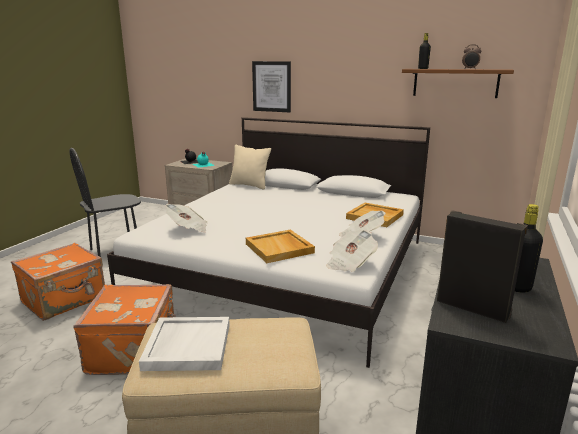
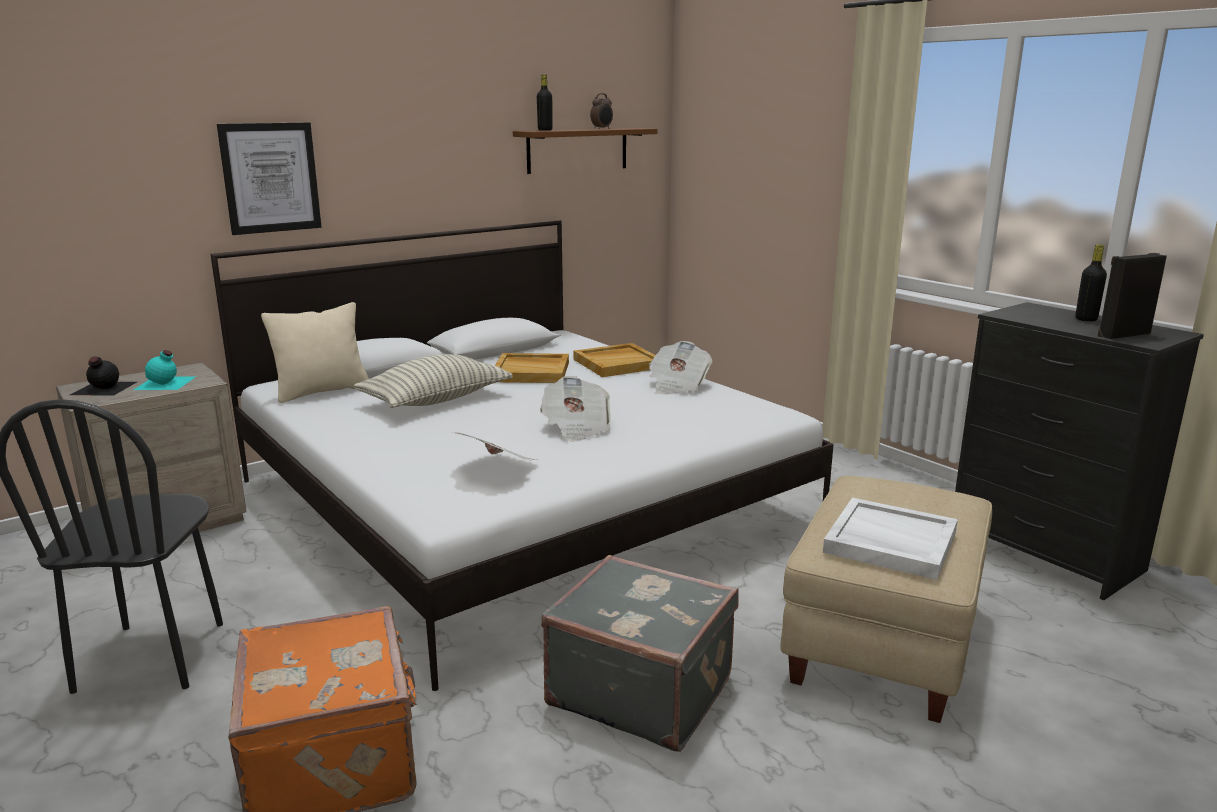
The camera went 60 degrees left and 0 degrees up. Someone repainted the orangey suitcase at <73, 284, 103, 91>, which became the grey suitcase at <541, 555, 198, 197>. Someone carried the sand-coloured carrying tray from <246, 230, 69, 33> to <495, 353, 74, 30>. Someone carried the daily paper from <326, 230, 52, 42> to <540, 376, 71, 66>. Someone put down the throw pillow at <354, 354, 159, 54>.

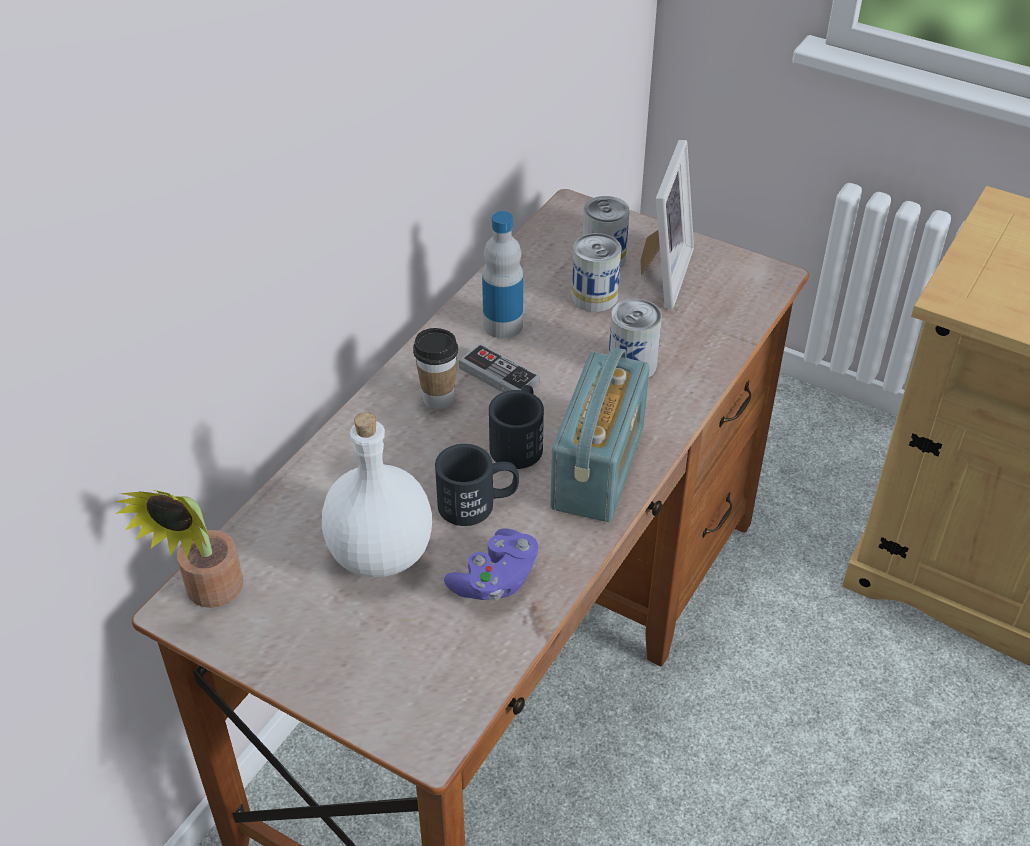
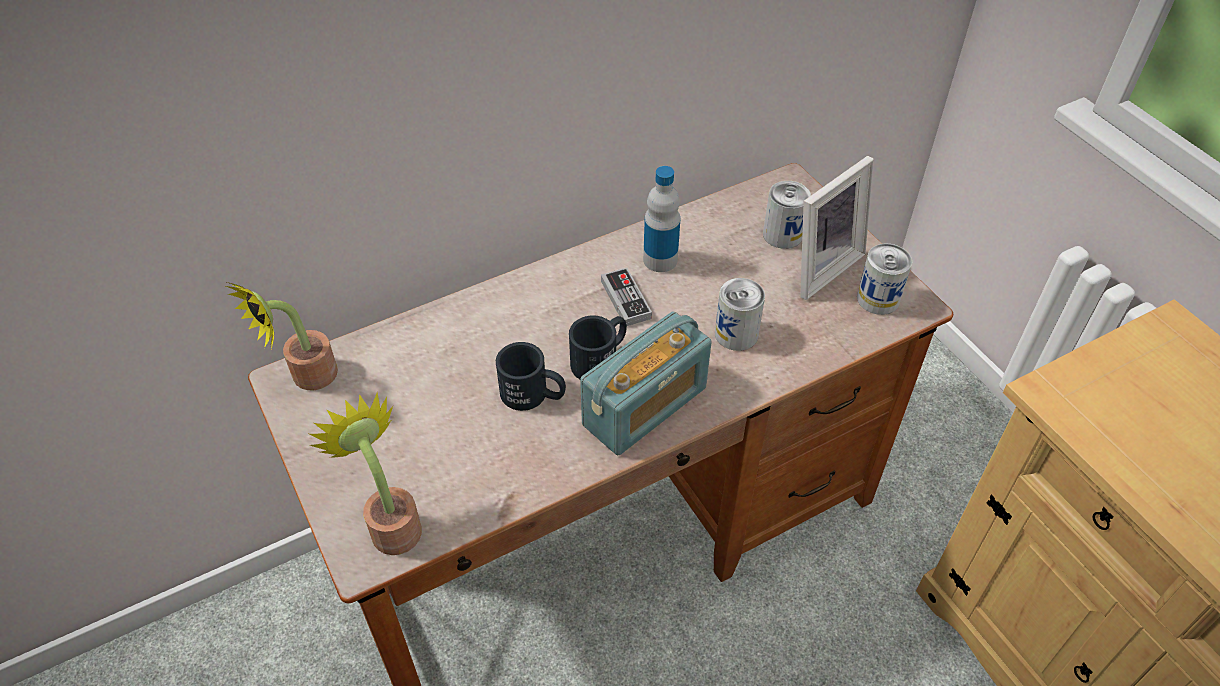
The camera went 30 degrees right and 5 degrees up. Someone took away the white bottle at <322, 412, 110, 165>. Someone took away the cup at <413, 328, 45, 81>. Someone took away the purple-coloured joypad at <444, 528, 94, 73>. Someone carried the sealed can from <572, 233, 49, 79> to <857, 244, 55, 71>. Someone put down the houseplant at <310, 393, 112, 162>.

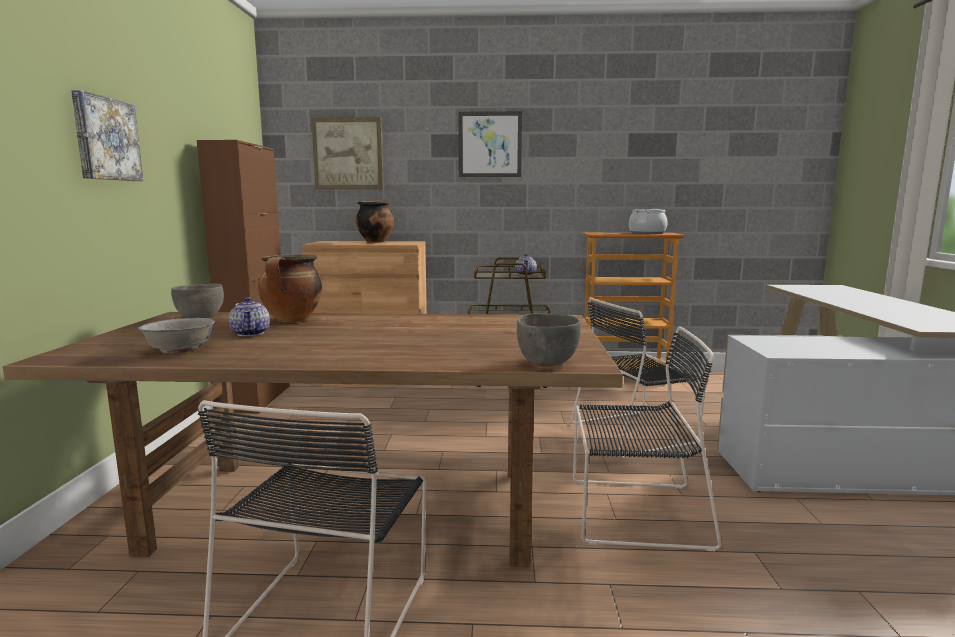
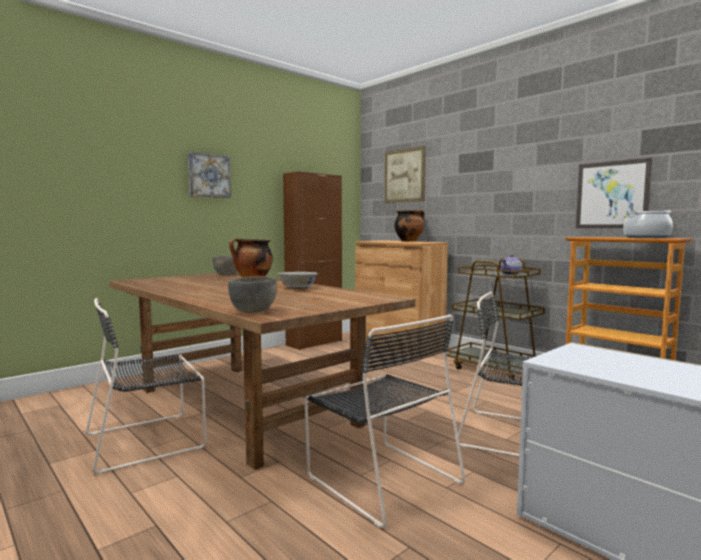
The camera went 45 degrees right and 5 degrees down. Someone carried the white deep dish from <138, 318, 77, 35> to <278, 272, 40, 18>. Someone took away the tea pot at <229, 297, 41, 39>. Someone carried the picture from <459, 111, 63, 66> to <576, 158, 76, 70>.

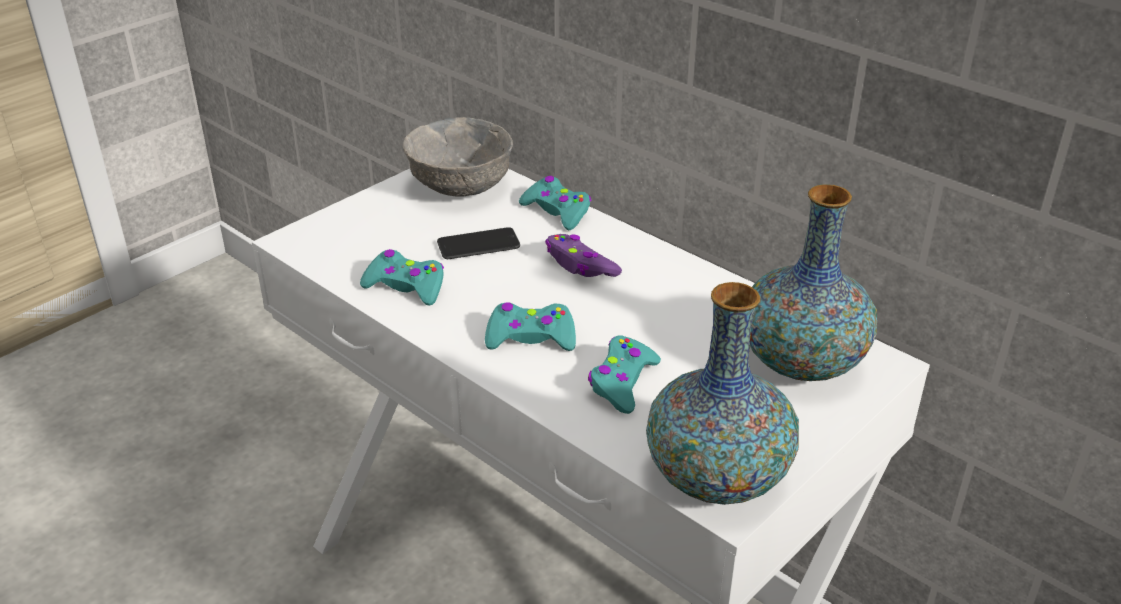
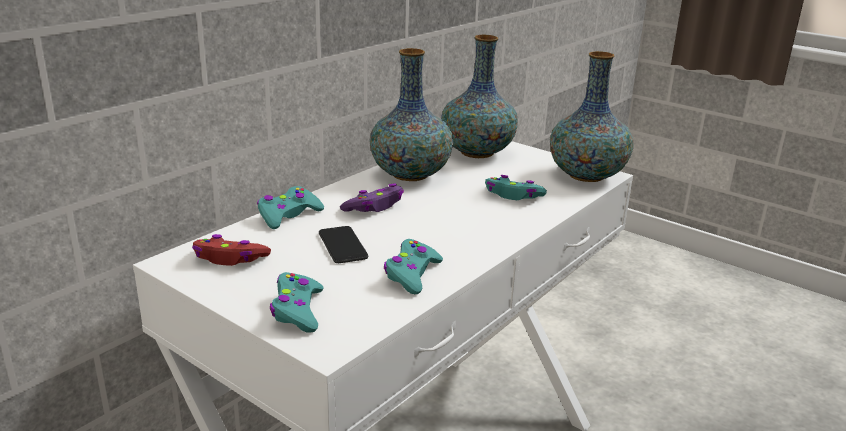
The camera went 95 degrees left and 10 degrees down. Someone swapped the grey deep dish at <403, 117, 110, 80> for the reddish joypad at <192, 234, 79, 32>. Someone carried the turquoise-coloured joypad from <485, 303, 91, 48> to <270, 272, 54, 61>. Someone put down the decorative vase at <369, 48, 84, 133>.

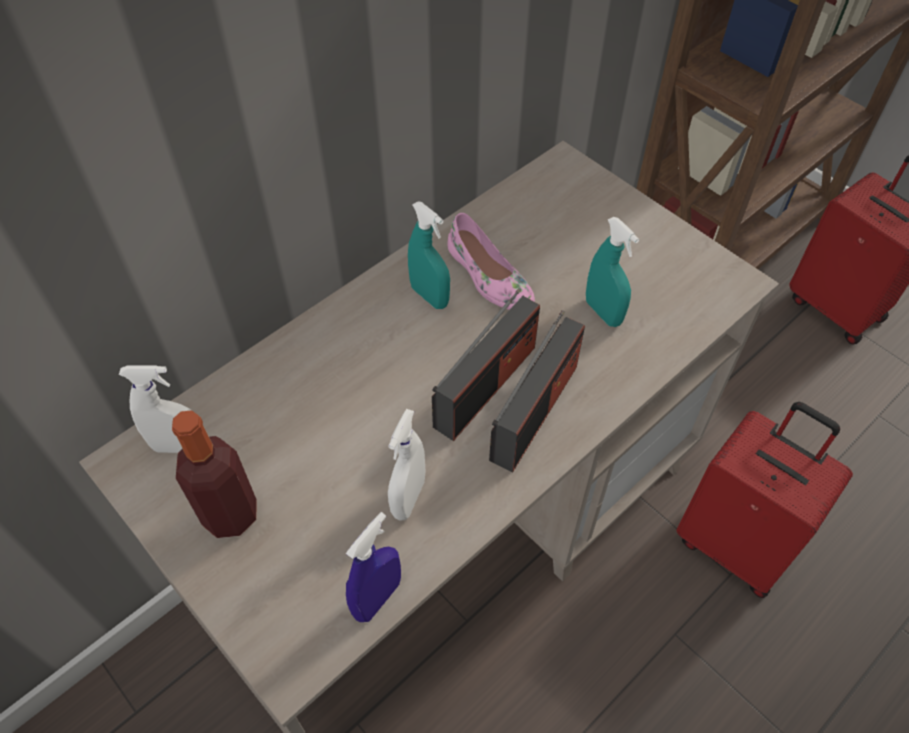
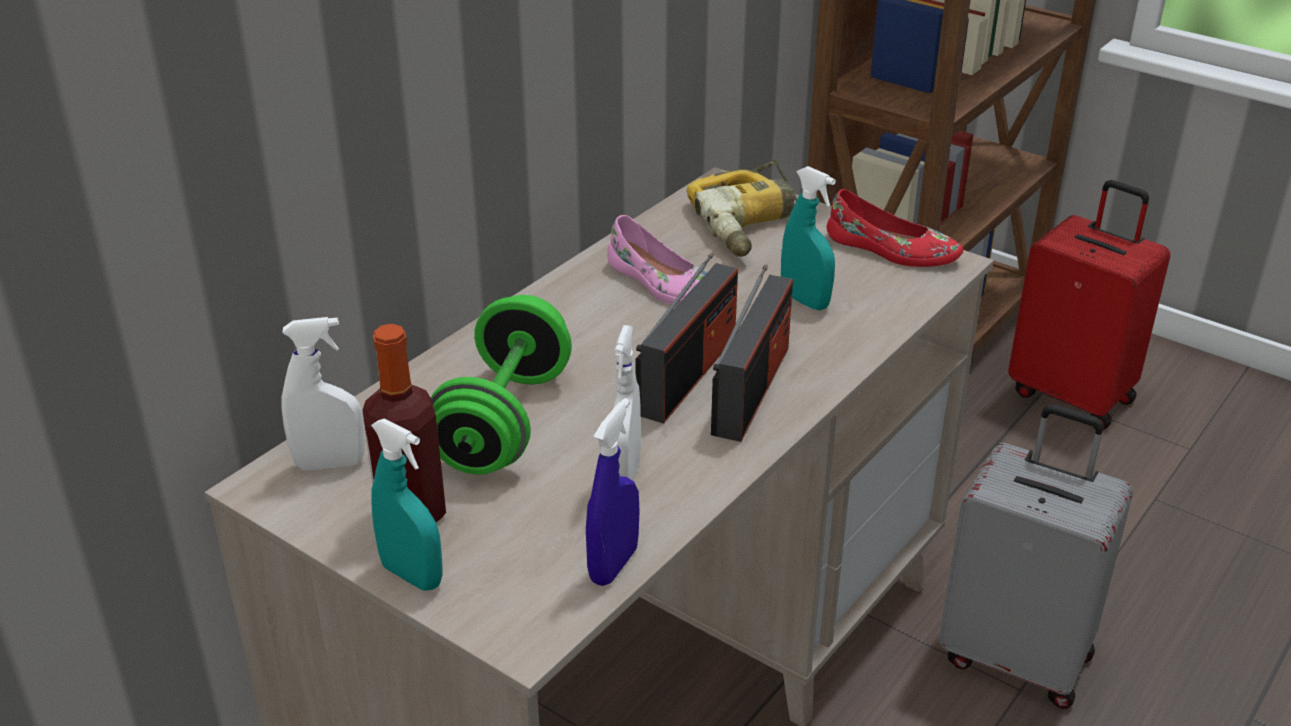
The camera went 10 degrees left and 20 degrees down. Someone carried the turquoise-coloured sprayer from <408, 201, 42, 108> to <371, 418, 71, 173>. Someone repainted the reddish suitcase at <677, 402, 176, 196>, which became the grey suitcase at <938, 404, 195, 305>. Someone put down the greenish dumbbell at <431, 295, 141, 180>. Someone put down the electric drill at <687, 159, 110, 98>. Someone put down the reddish low shoe at <827, 189, 136, 78>.

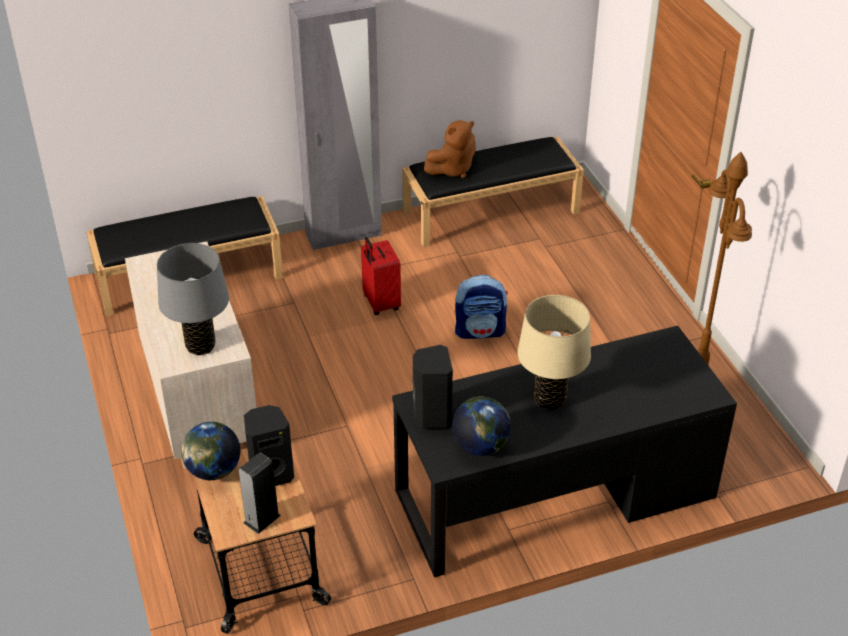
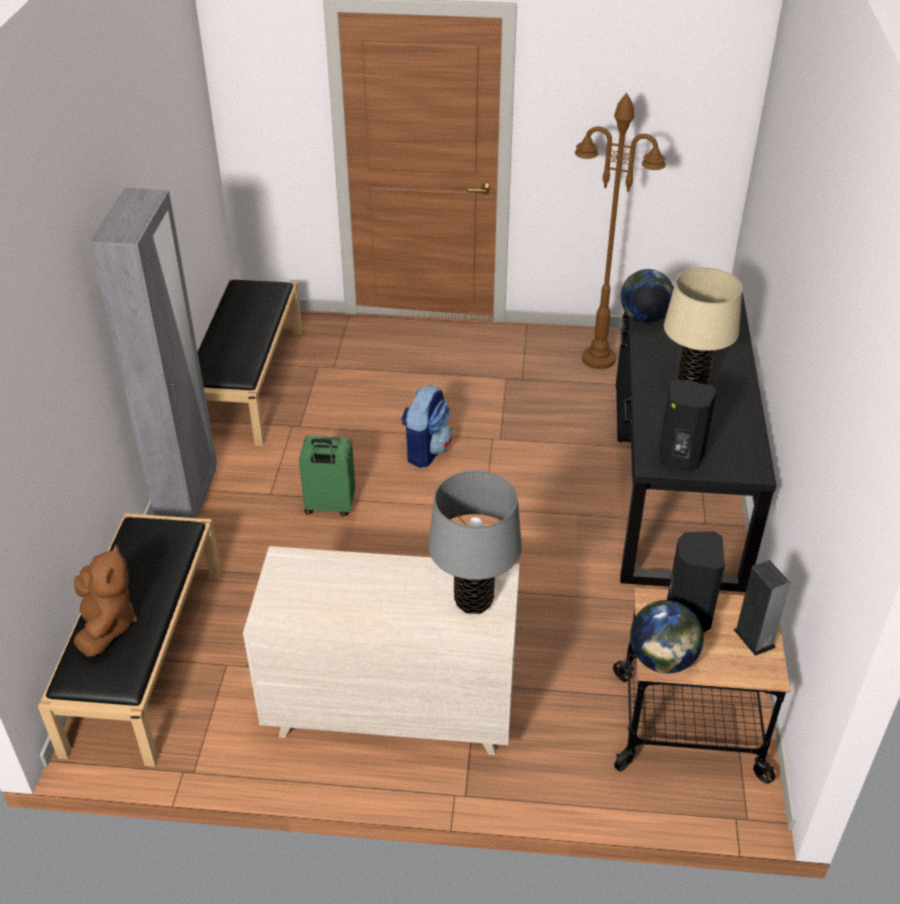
The camera went 65 degrees left and 0 degrees up. Someone repainted the reddish suitcase at <361, 237, 40, 78>, which became the greenish suitcase at <299, 436, 56, 81>. Someone carried the brownish cuddly toy from <424, 120, 52, 58> to <74, 544, 63, 113>. Someone carried the desk globe from <452, 396, 59, 60> to <621, 269, 52, 54>.

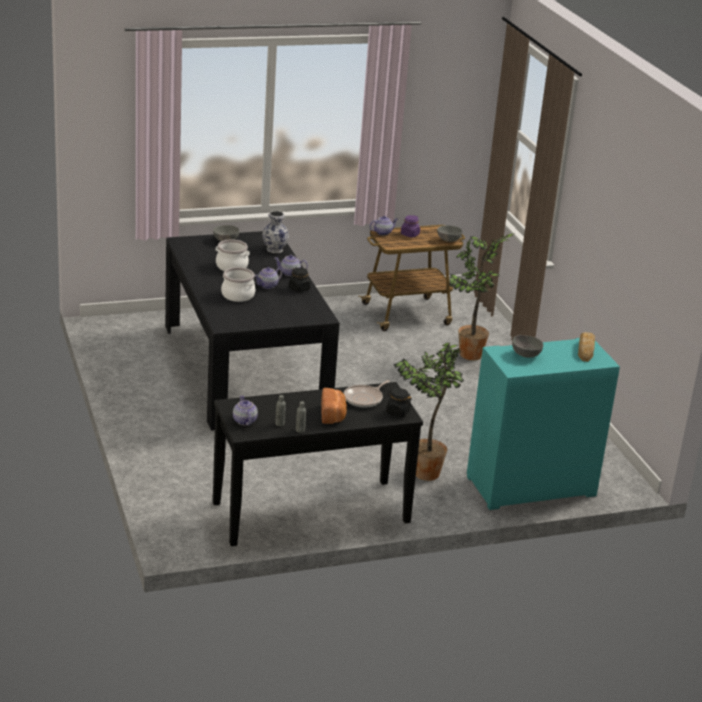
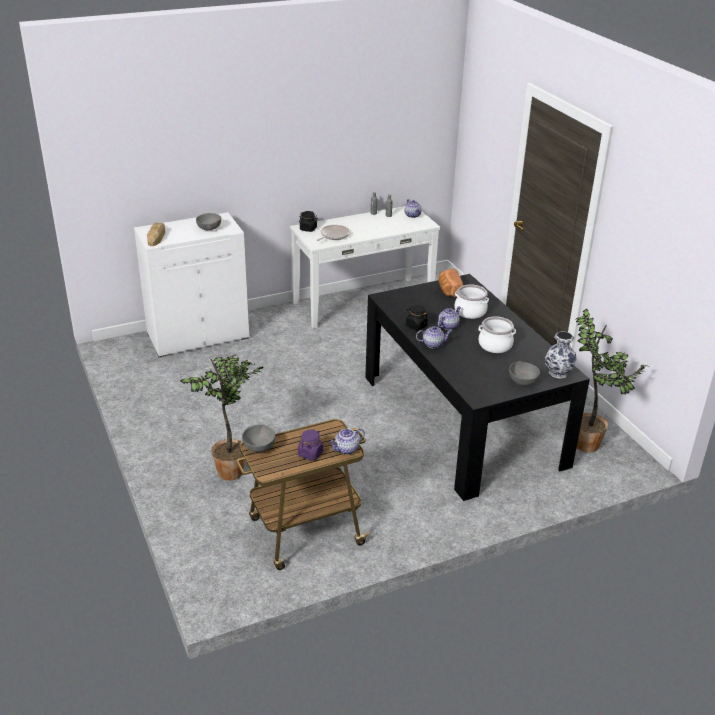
The camera went 175 degrees right and 5 degrees up. Someone repainted the black narrow table at <213, 382, 210, 164>, which became the white narrow table at <290, 206, 150, 123>. Someone carried the decorative vase from <262, 211, 27, 42> to <545, 331, 32, 48>. Someone carried the bread from <321, 388, 26, 36> to <438, 269, 25, 28>. Someone carried the houseplant from <394, 343, 70, 138> to <575, 309, 72, 144>. Someone repainted the turquoise-coloured cabinet at <467, 338, 153, 172>, which became the white cabinet at <134, 212, 115, 145>.

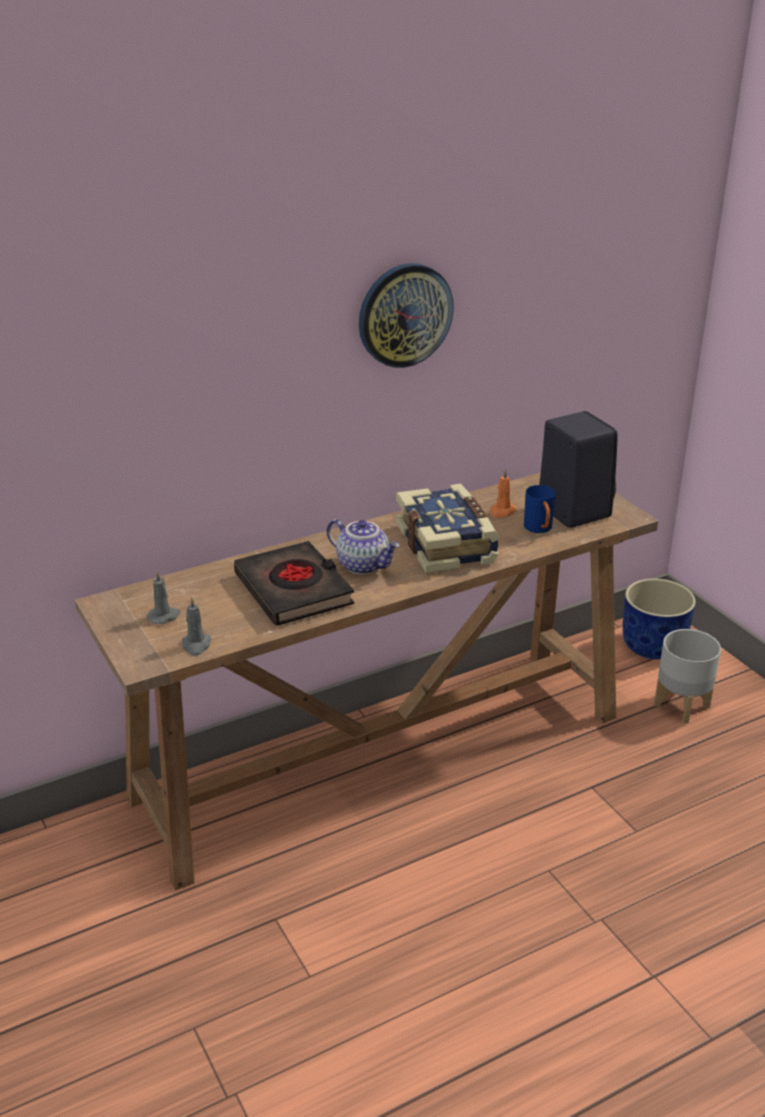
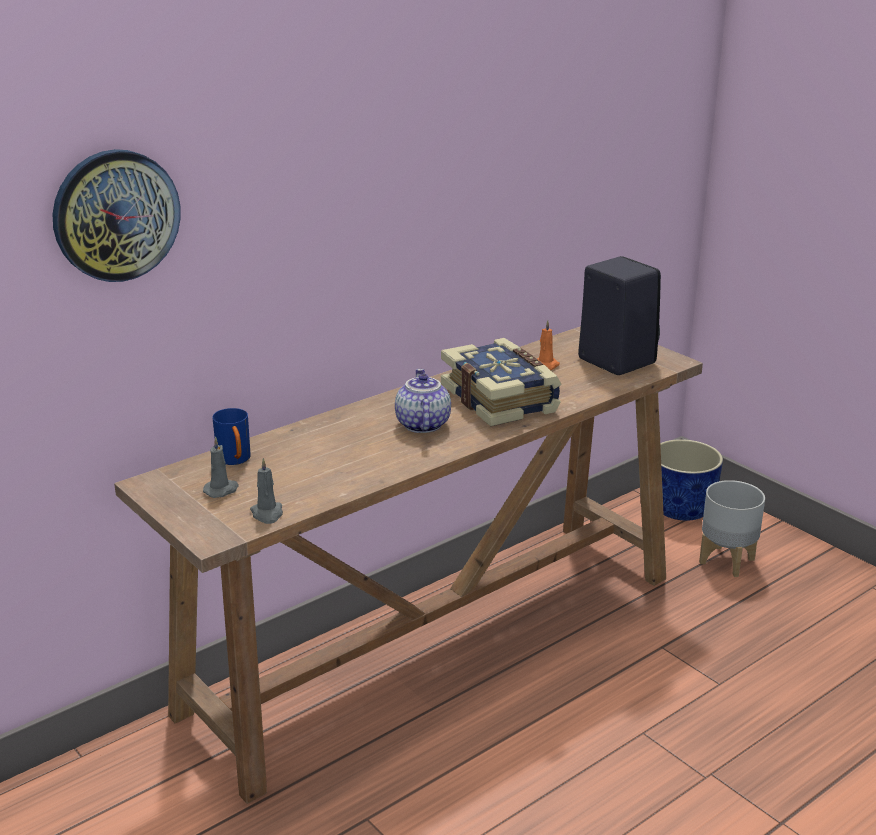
The camera went 10 degrees left and 5 degrees down. Someone took away the black volume at <234, 541, 120, 85>. Someone rotated the tea pot at <327, 519, 73, 56> by 120 degrees counterclockwise. Someone carried the wall clock from <359, 263, 95, 105> to <53, 149, 128, 133>. Someone carried the blue-coloured coffee mug from <524, 485, 31, 48> to <212, 408, 39, 57>.

